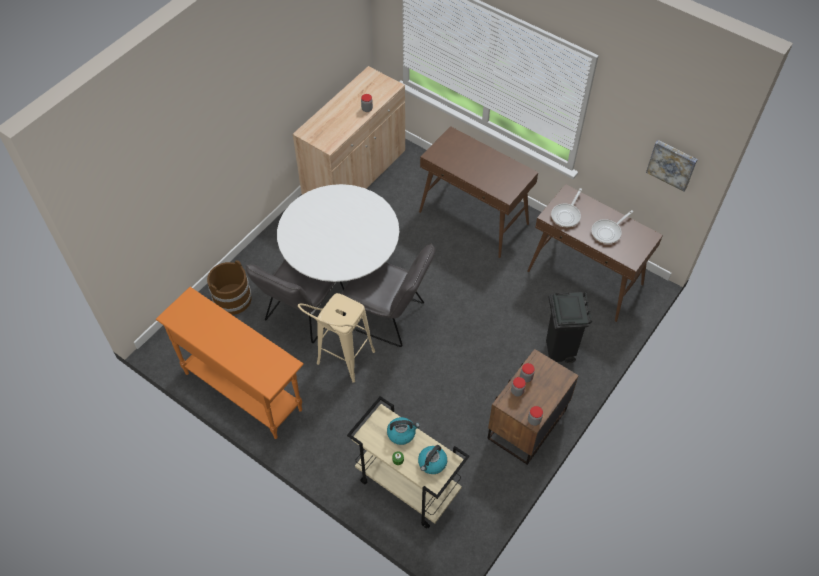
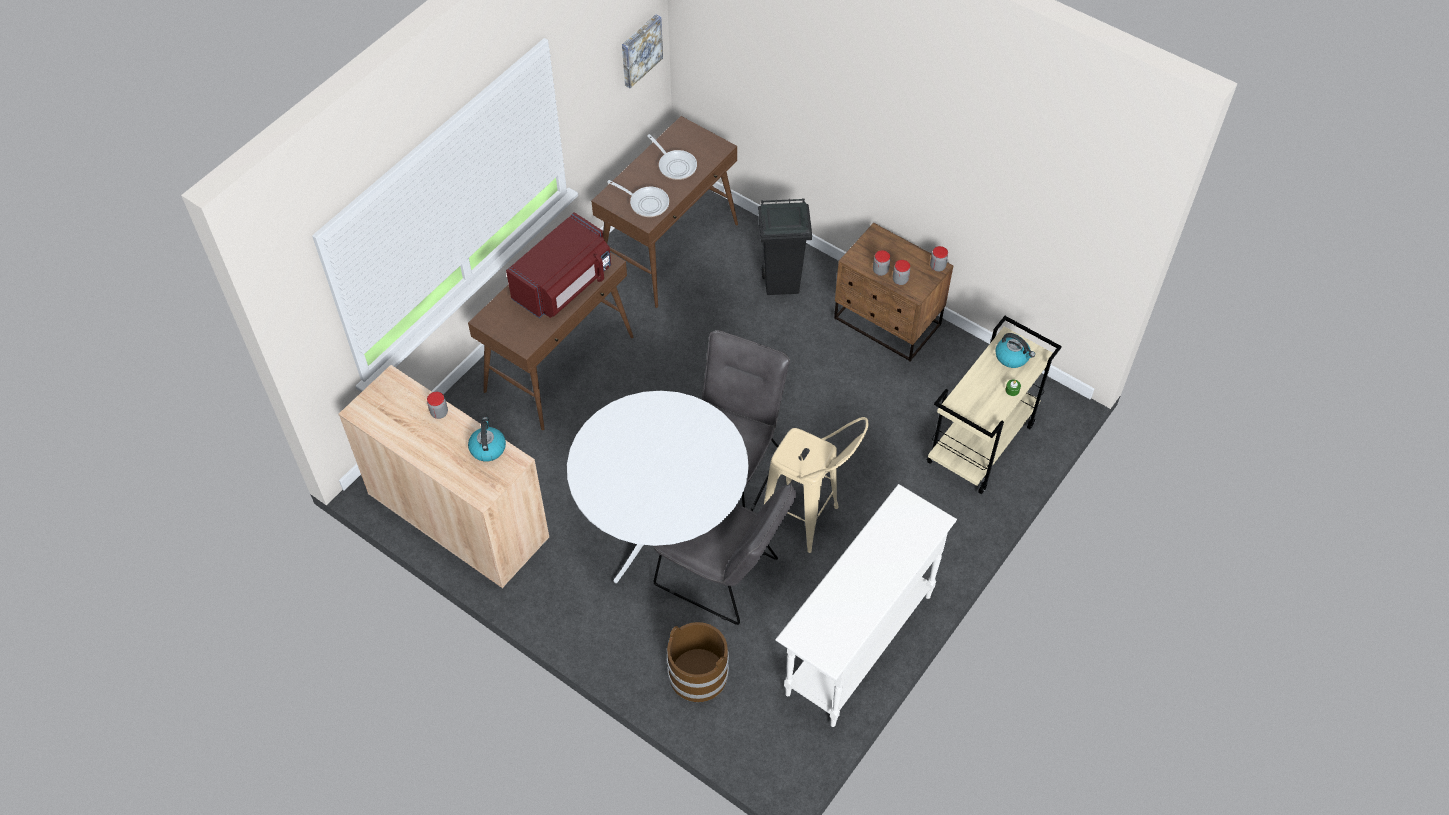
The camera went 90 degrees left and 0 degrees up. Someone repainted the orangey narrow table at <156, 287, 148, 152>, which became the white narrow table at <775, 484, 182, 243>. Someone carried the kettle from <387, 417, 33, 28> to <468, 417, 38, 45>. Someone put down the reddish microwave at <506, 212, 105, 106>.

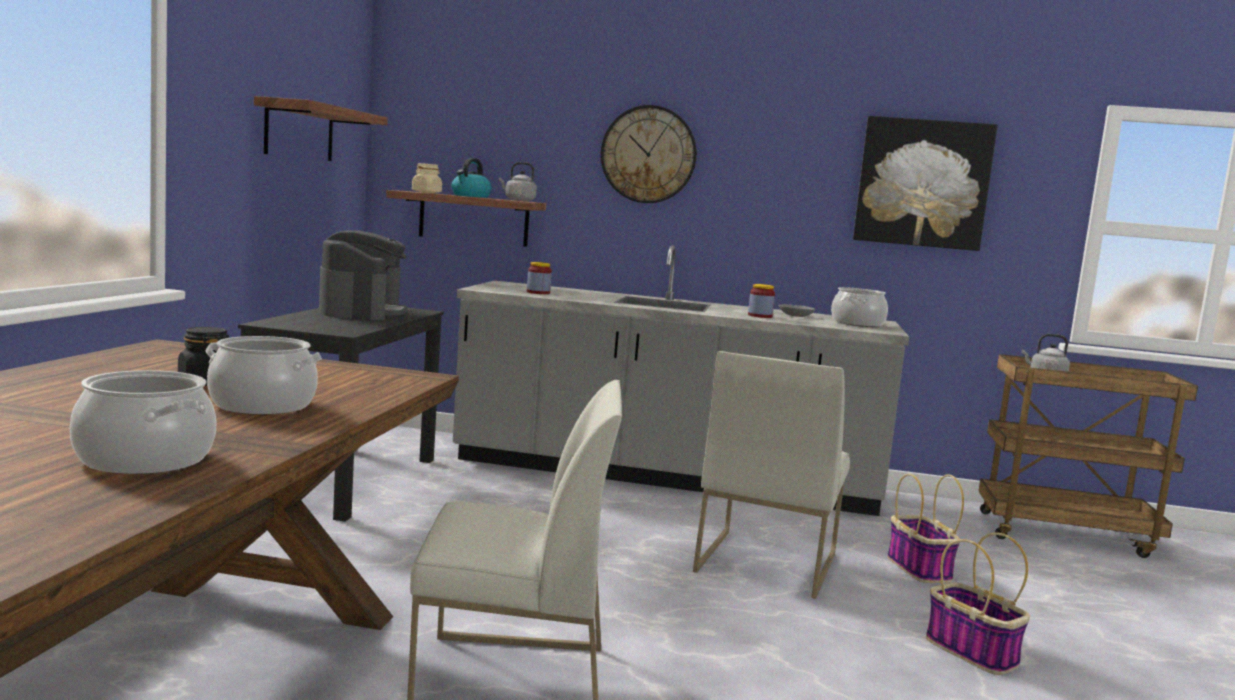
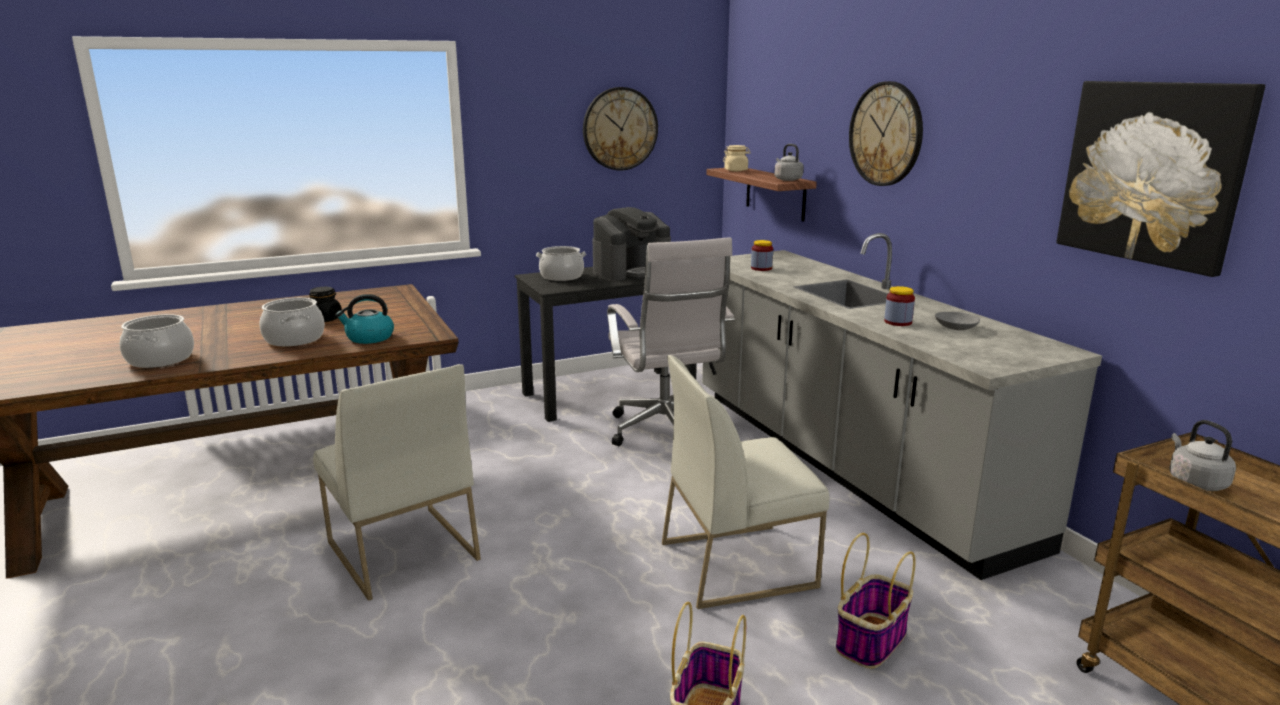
The camera went 55 degrees right and 10 degrees up. Someone swapped the bracket shelf at <254, 96, 134, 65> for the wall clock at <583, 87, 75, 83>. Someone carried the kettle from <451, 158, 41, 40> to <335, 294, 59, 50>. Someone carried the cooking pot from <831, 287, 57, 40> to <536, 246, 50, 35>. Someone put down the white computer chair at <607, 237, 128, 209>.

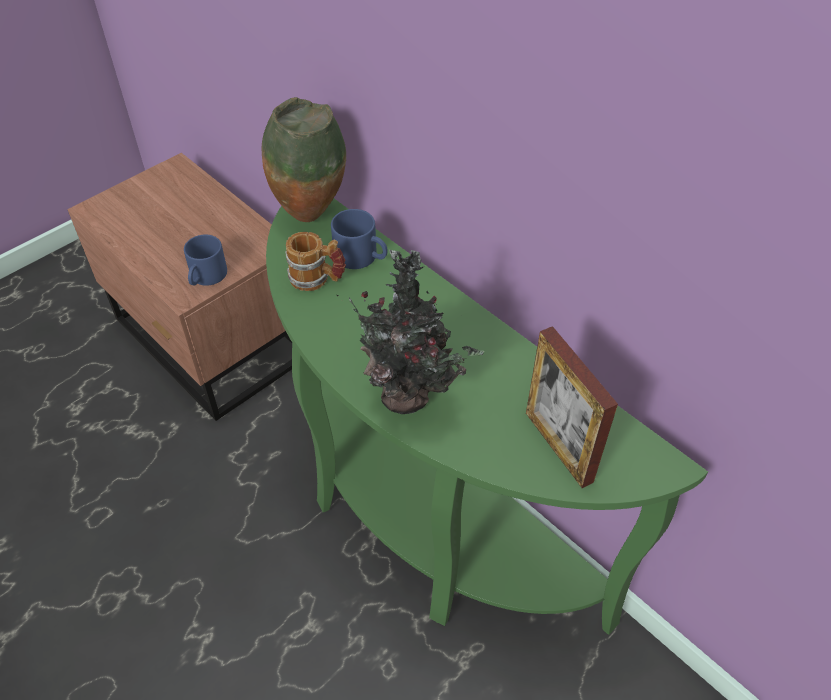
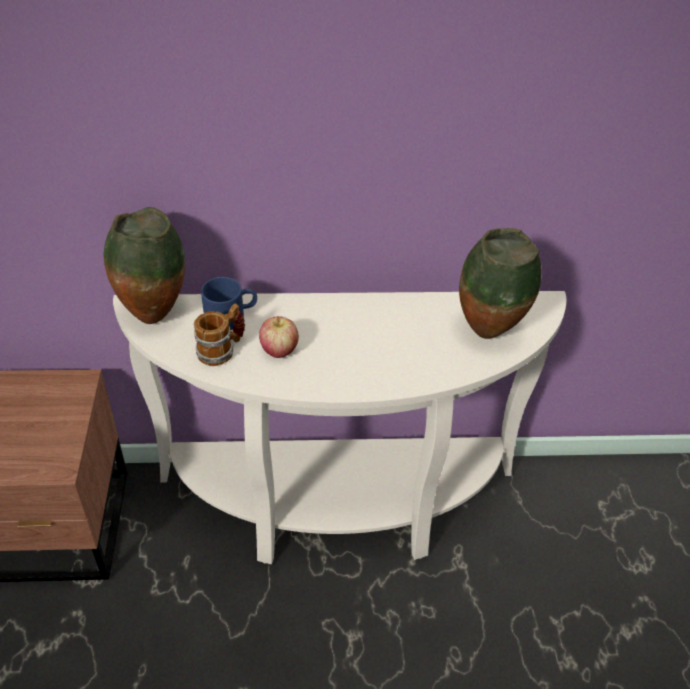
The camera went 50 degrees left and 5 degrees down. Someone took away the blue-coloured coffee mug at <184, 234, 43, 52>. Someone repainted the greenish narrow table at <266, 199, 442, 436>, which became the white narrow table at <113, 291, 454, 273>. Someone took away the houseplant at <336, 250, 149, 164>. Someone swapped the picture frame at <526, 326, 92, 162> for the decorative vase at <459, 228, 82, 111>. Someone put down the apple at <259, 316, 40, 42>.

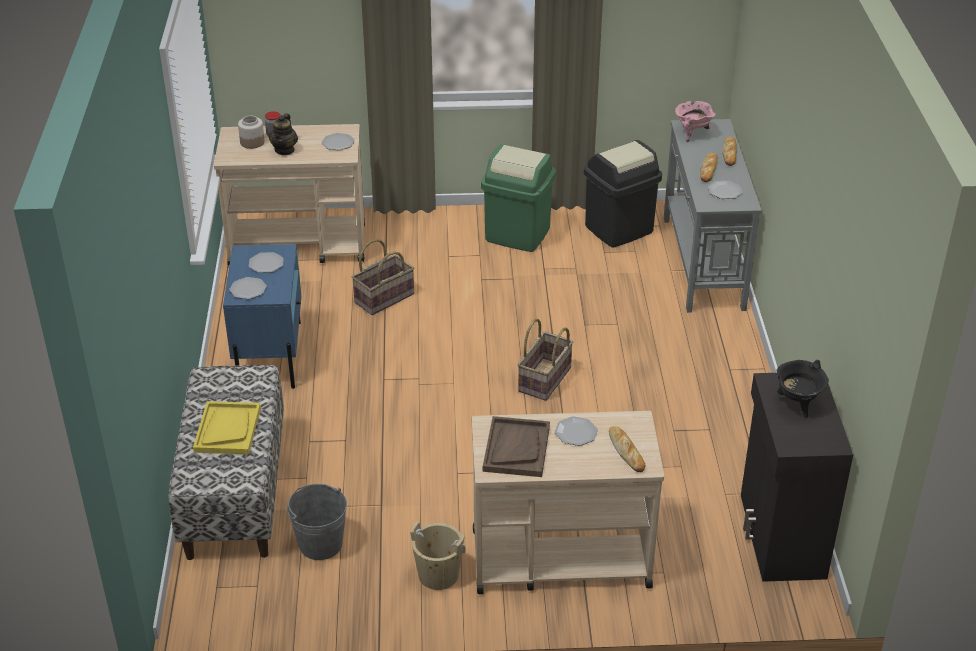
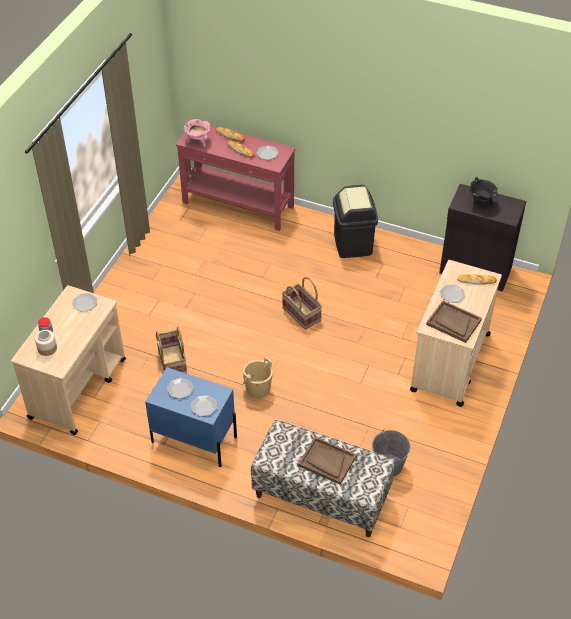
The camera went 65 degrees left and 10 degrees up. Someone repainted the yellow carrying tray at <193, 401, 68, 53>, which became the brownish carrying tray at <298, 437, 59, 48>. Someone took away the tea pot at <269, 113, 29, 42>. Someone carried the sand-coloured pail from <410, 521, 56, 69> to <243, 356, 30, 43>. Someone took away the greenish trash can at <481, 144, 75, 108>. Someone carried the black trash can from <584, 140, 78, 108> to <333, 185, 45, 73>. Someone repainted the grey narrow table at <664, 119, 98, 194>, which became the reddish narrow table at <176, 125, 120, 106>.

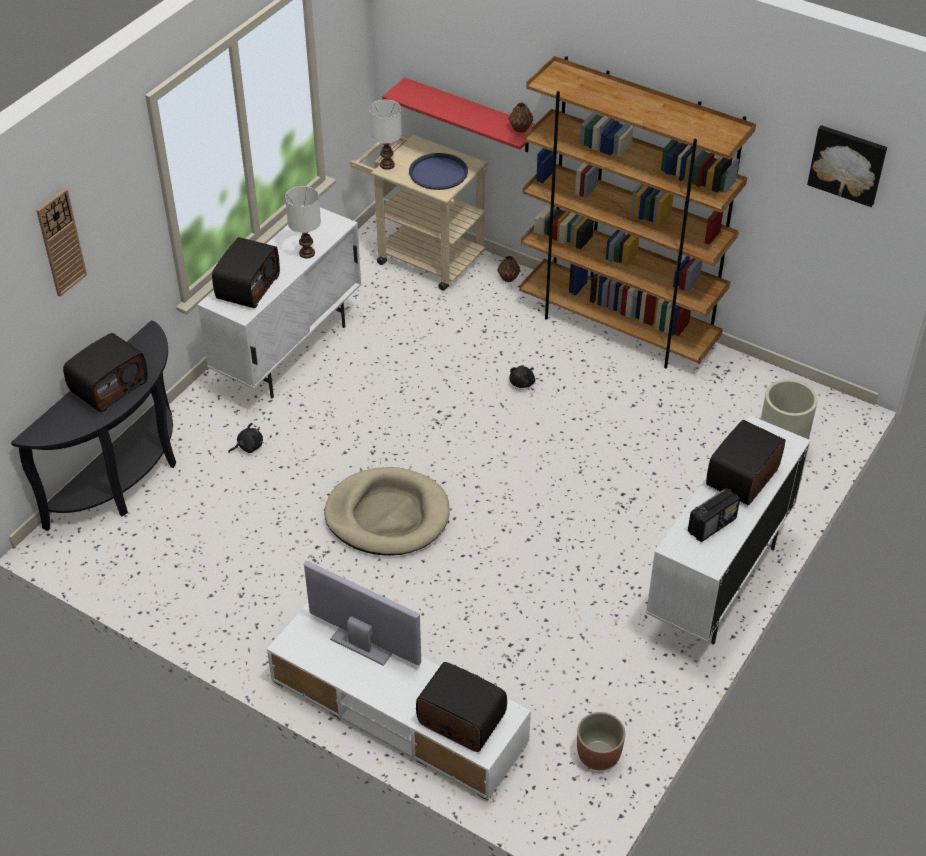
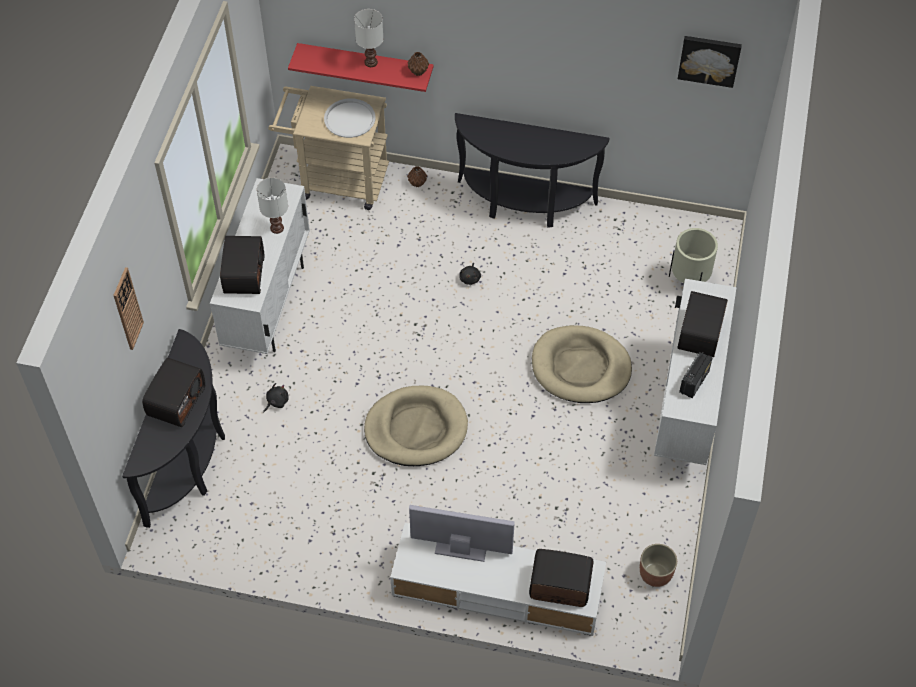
The camera went 20 degrees left and 10 degrees up. Someone carried the white tabletop lamp from <369, 99, 33, 71> to <354, 9, 29, 58>. Someone repainted the blue-coloured carrying tray at <409, 153, 59, 37>, which became the white carrying tray at <324, 98, 52, 40>. Someone swapped the brownish shelving unit at <519, 56, 237, 313> for the black narrow table at <455, 113, 154, 115>. Someone put down the sand-coloured pet bed at <532, 325, 100, 78>.

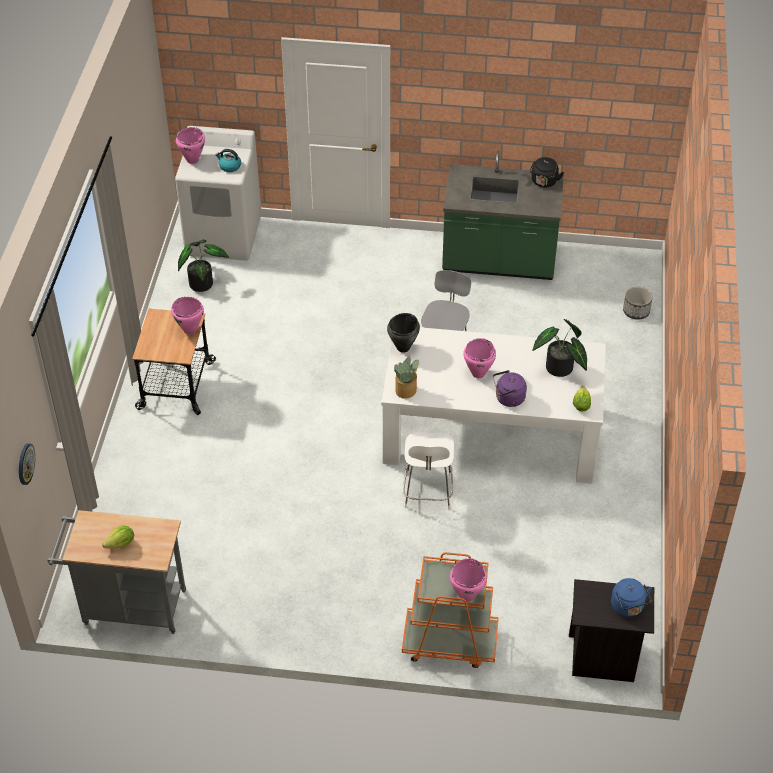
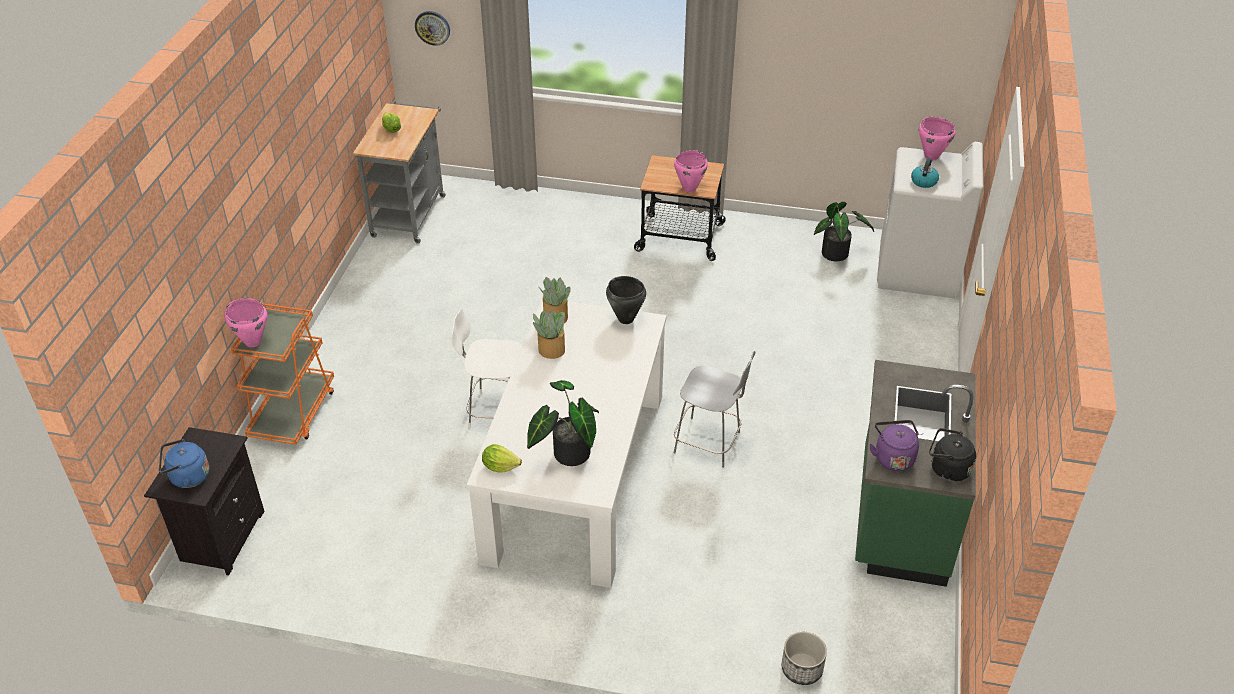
The camera went 95 degrees right and 5 degrees down. Someone took away the pinkish cooking pot at <463, 338, 33, 40>. Someone carried the purple-coloured kettle from <493, 370, 34, 37> to <869, 420, 50, 51>. Someone put down the houseplant at <533, 310, 32, 49>.

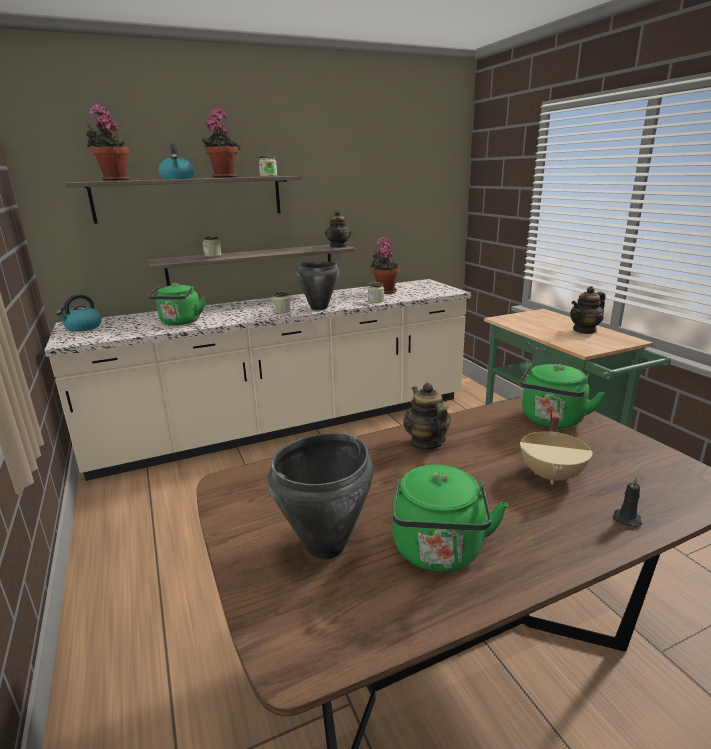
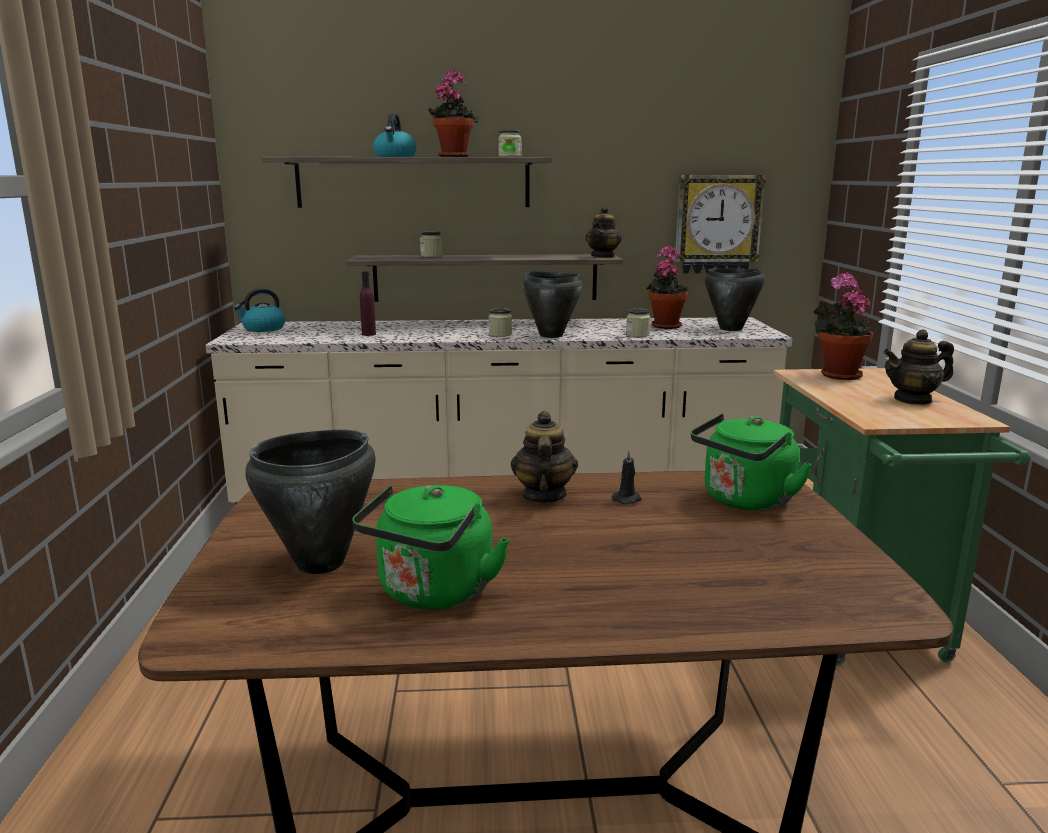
The camera went 20 degrees right and 5 degrees down. Someone carried the houseplant from <86, 104, 44, 77> to <813, 272, 60, 108>. Someone swapped the greenish kettle at <148, 283, 57, 42> for the purple-coloured bottle at <360, 271, 16, 65>. Someone took away the sand-coloured cooking pot at <520, 411, 72, 73>. Someone carried the black wax light from <613, 476, 29, 52> to <612, 450, 29, 54>. Someone put up the wall clock at <675, 175, 91, 99>. Someone put down the black cooking pot at <705, 268, 60, 63>.

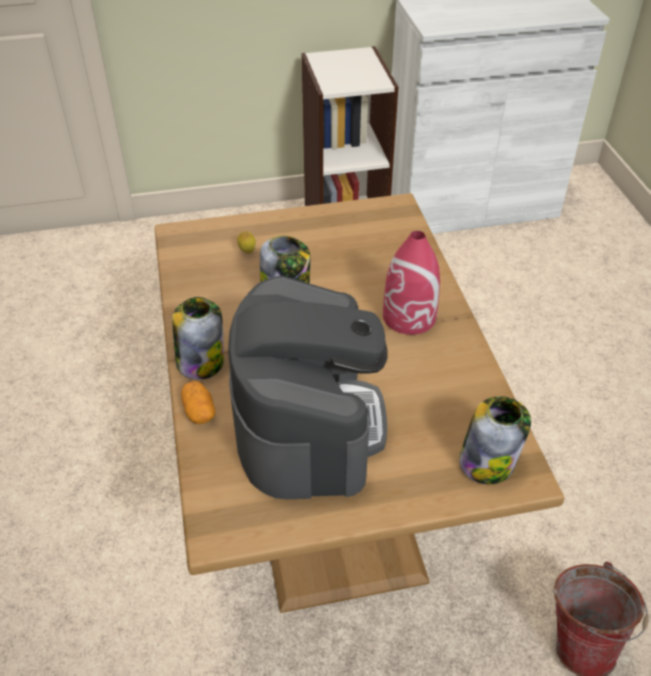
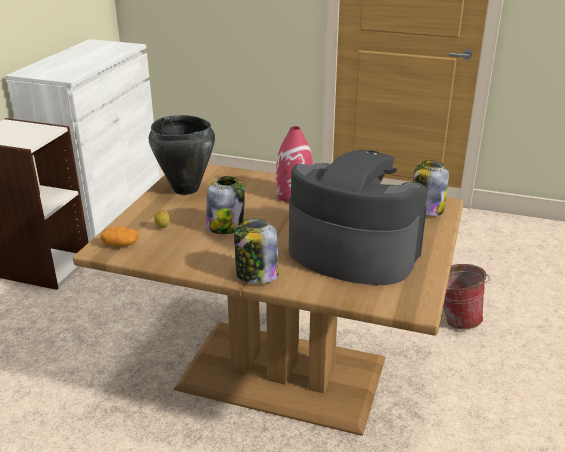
The camera went 60 degrees left and 15 degrees down. Someone carried the potato from <181, 381, 34, 43> to <100, 226, 38, 20>. Someone put down the black cooking pot at <149, 115, 66, 80>.

